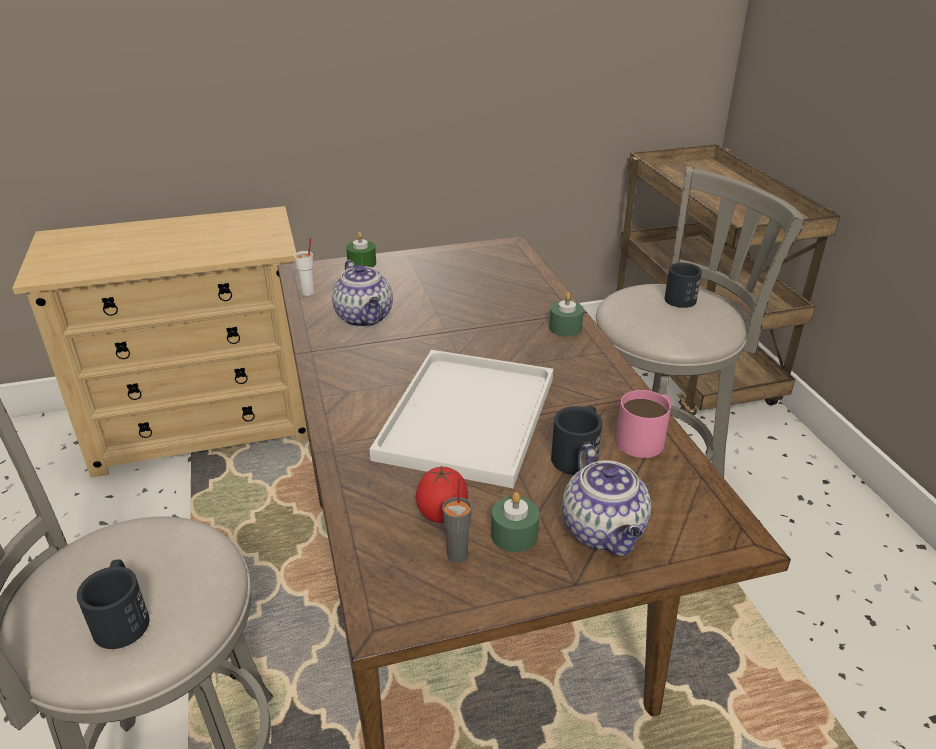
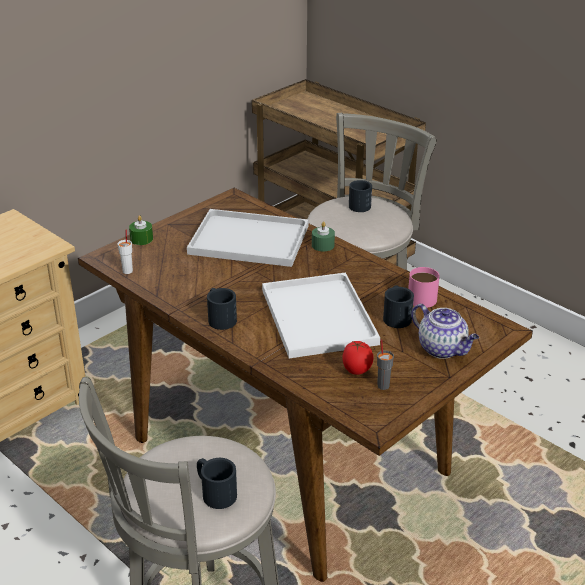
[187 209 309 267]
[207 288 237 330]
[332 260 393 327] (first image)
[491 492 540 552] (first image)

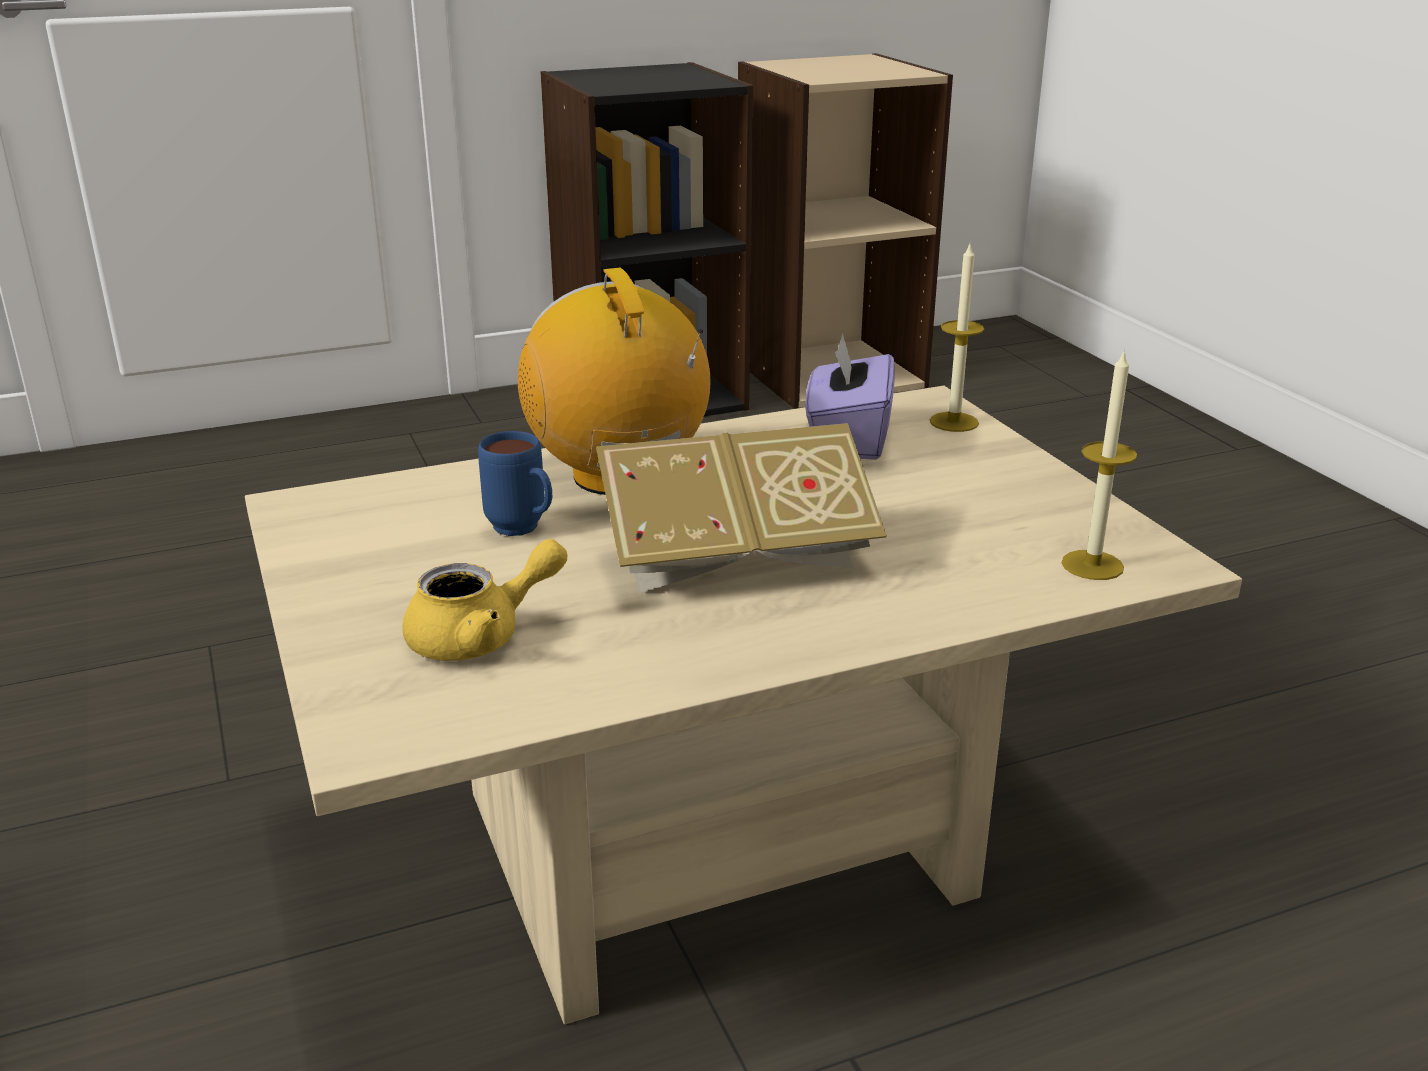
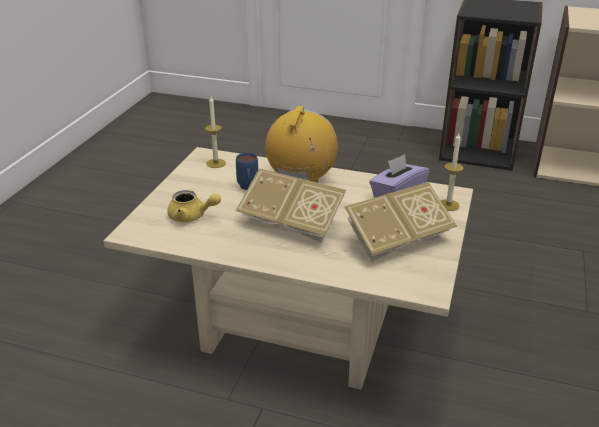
[205 97 226 168]
[345 182 457 262]

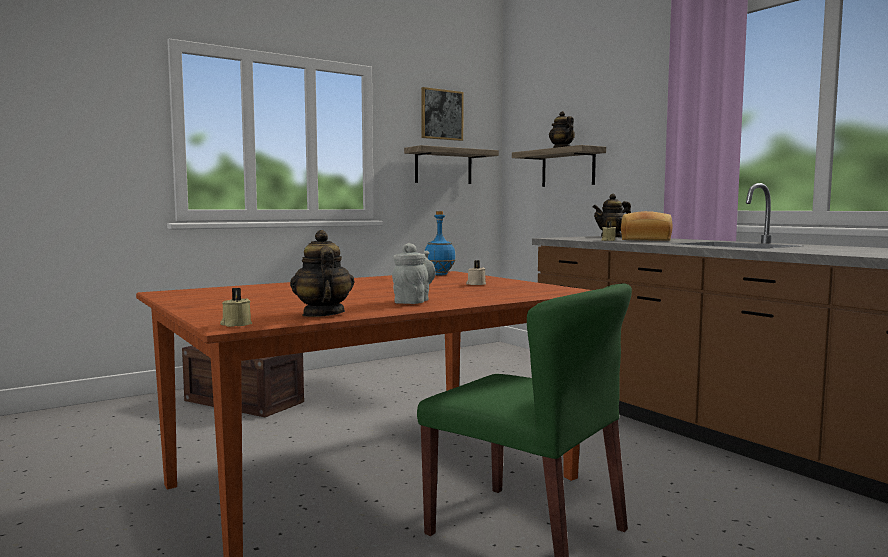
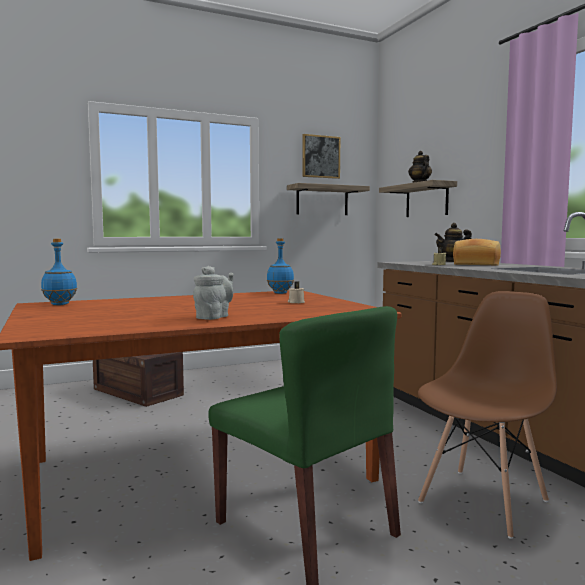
[41 239 77 305]
[418 291 557 539]
[220 288 252 327] (first image)
[290 230 355 317] (first image)

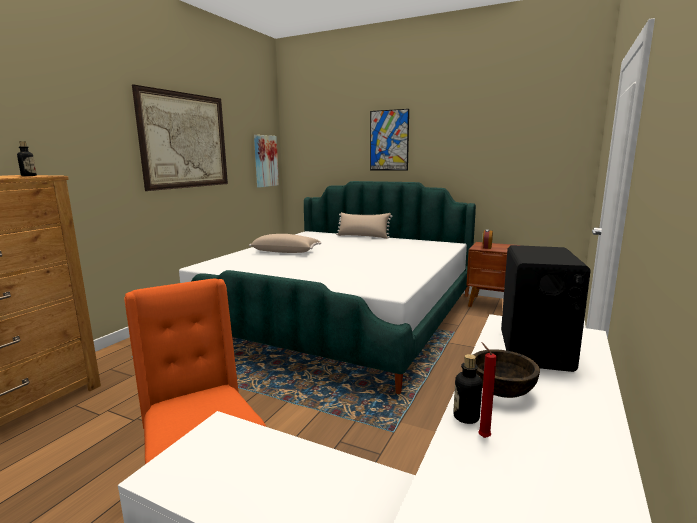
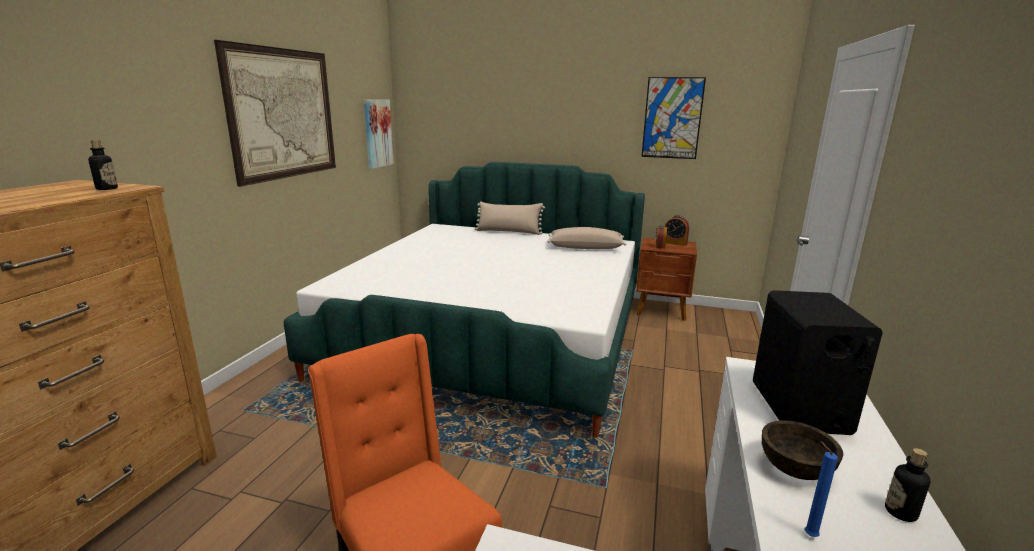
[547 227 626 249]
[641 77 706 159]
[665 215 689 246]
[805 441 838 537]
[885 448 931 522]

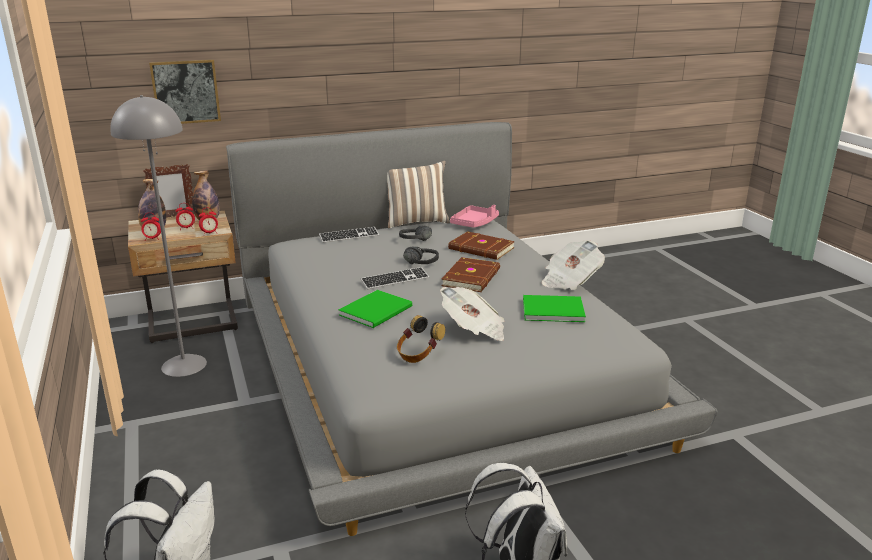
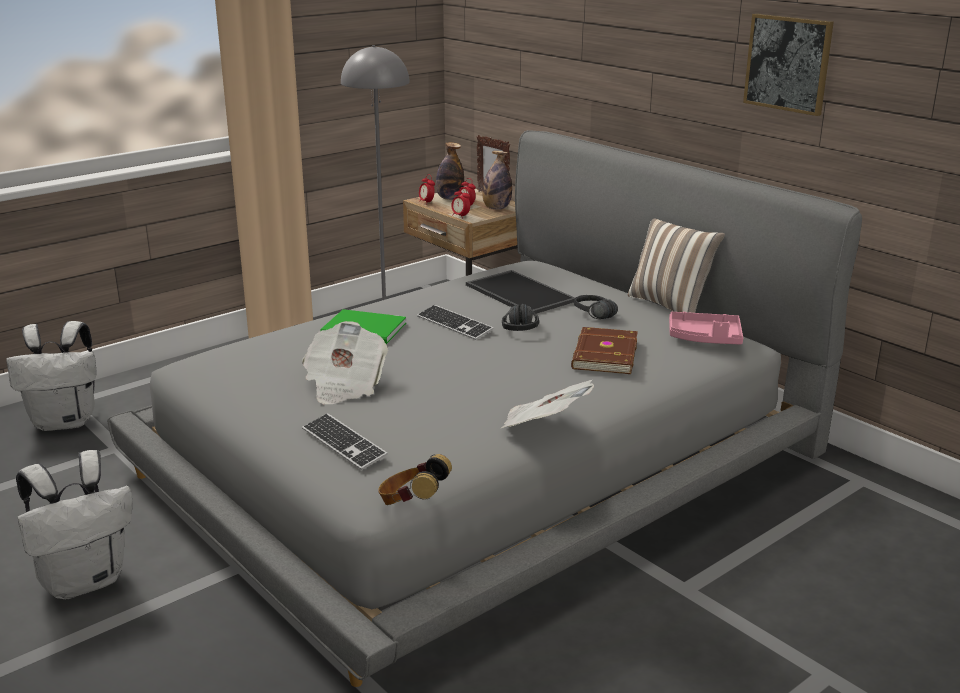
[302 413 388 470]
[378 454 452 505]
[466 270 575 315]
[743 13 834 116]
[442 257 500 292] (first image)
[523 295 586 322] (first image)

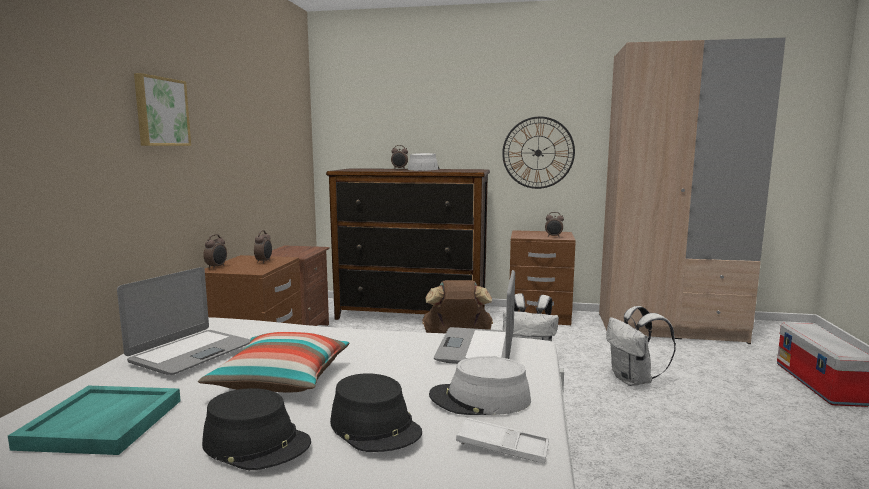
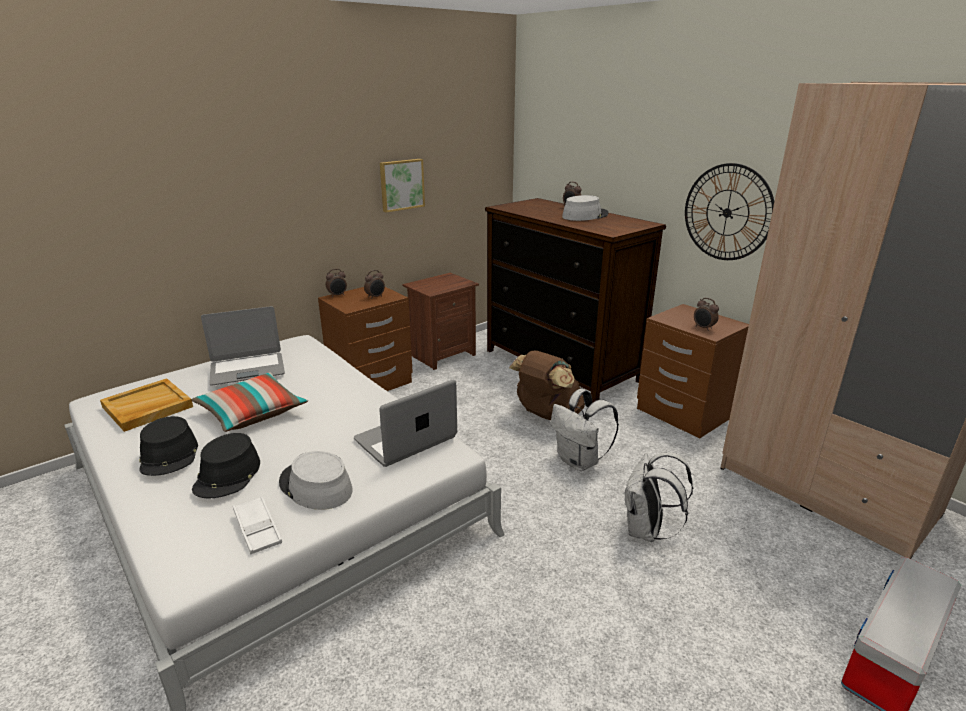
[100 378 193 432]
[380 159 425 212]

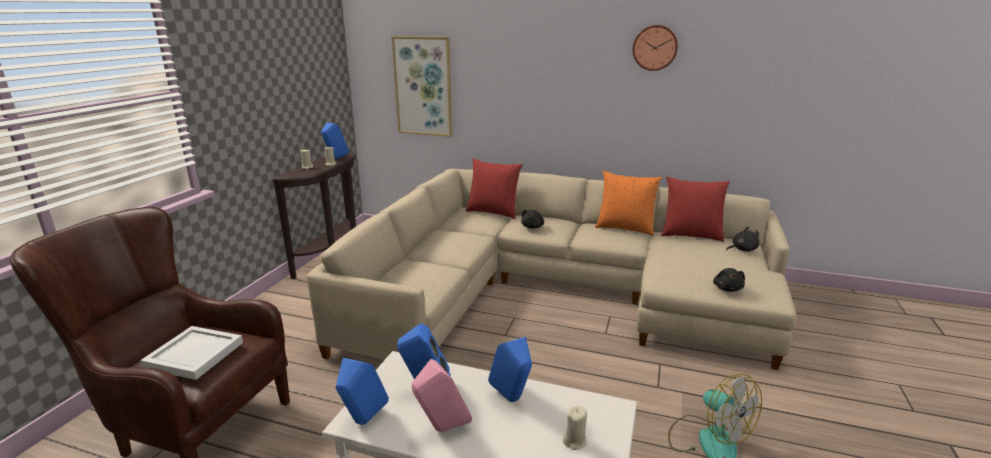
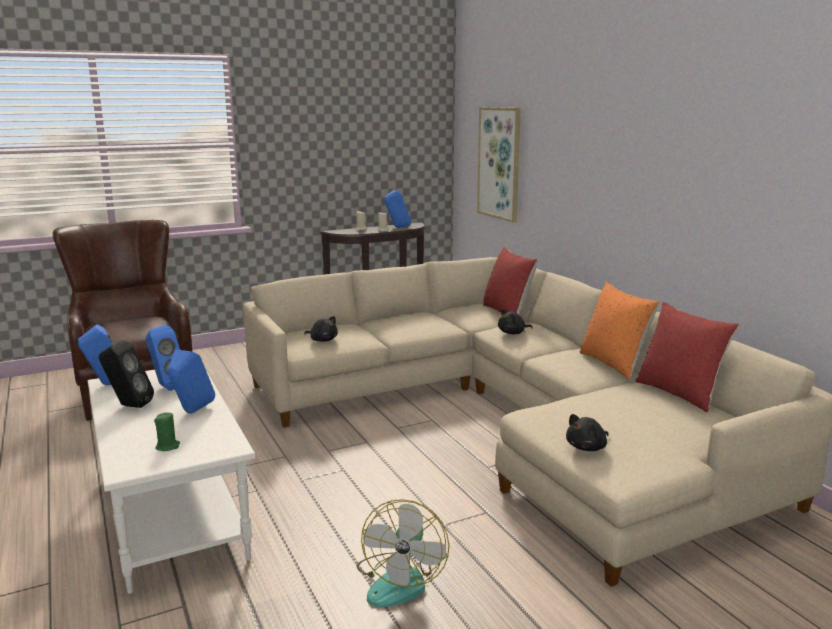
[99 340 154 408]
[154 412 180 451]
[304 316 338 342]
[140 326 243 380] (first image)
[633 25 678 71] (first image)

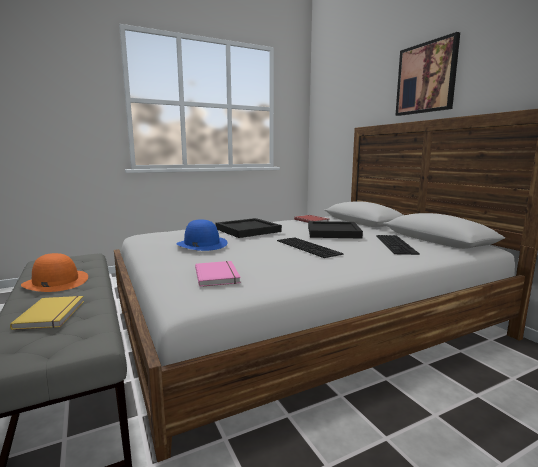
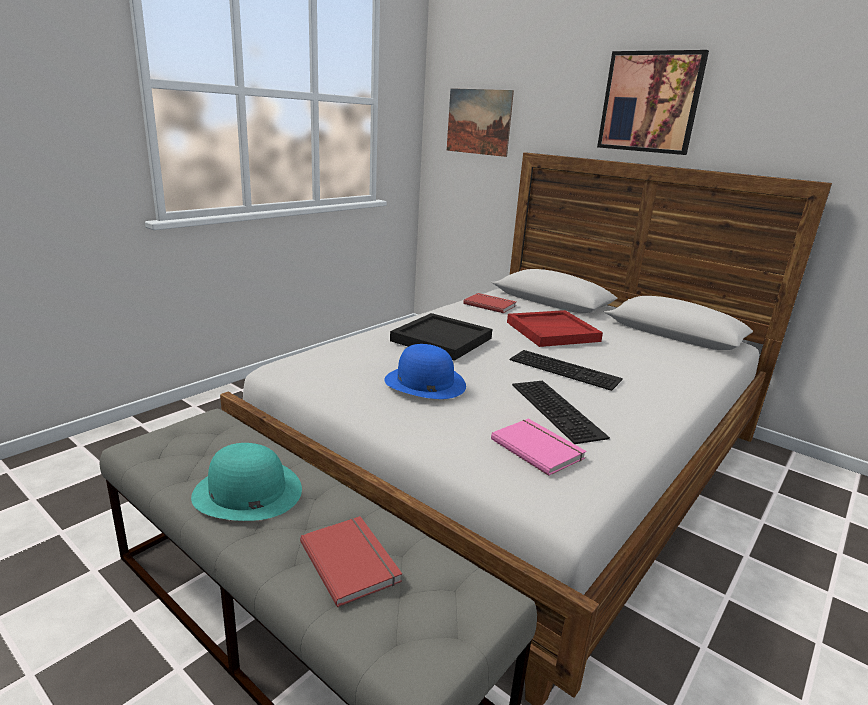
[191 443 302 521]
[300 516 402 608]
[447 88 514 157]
[507 310 603 347]
[512 381 610 444]

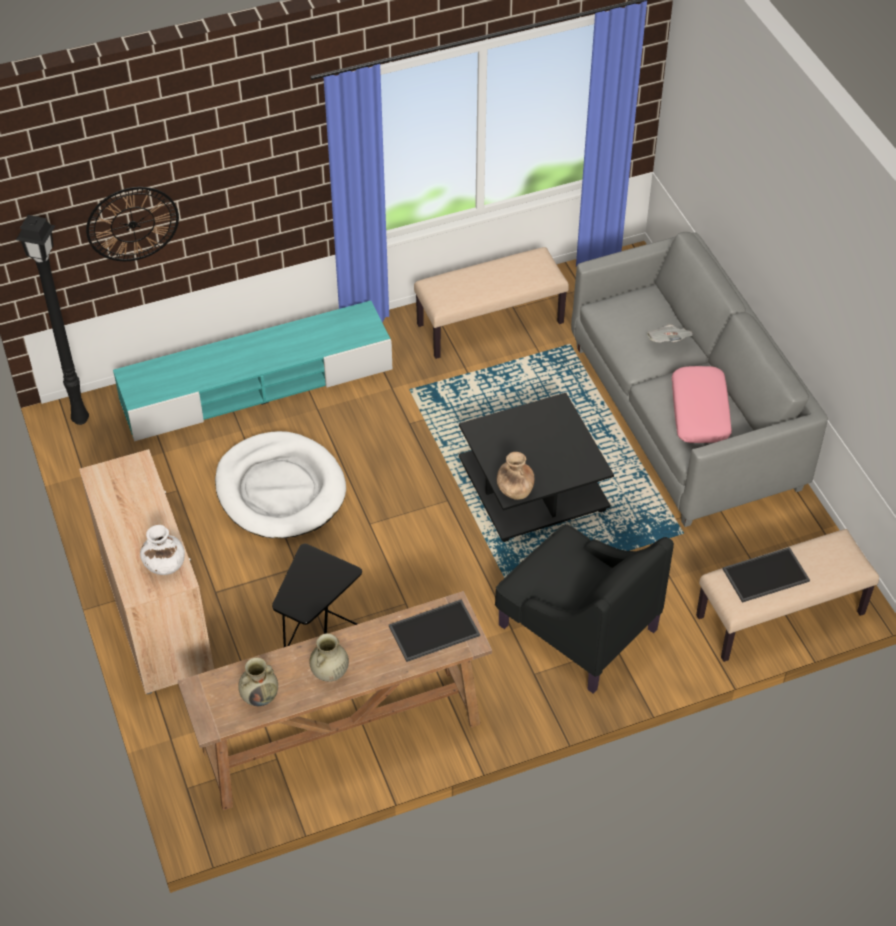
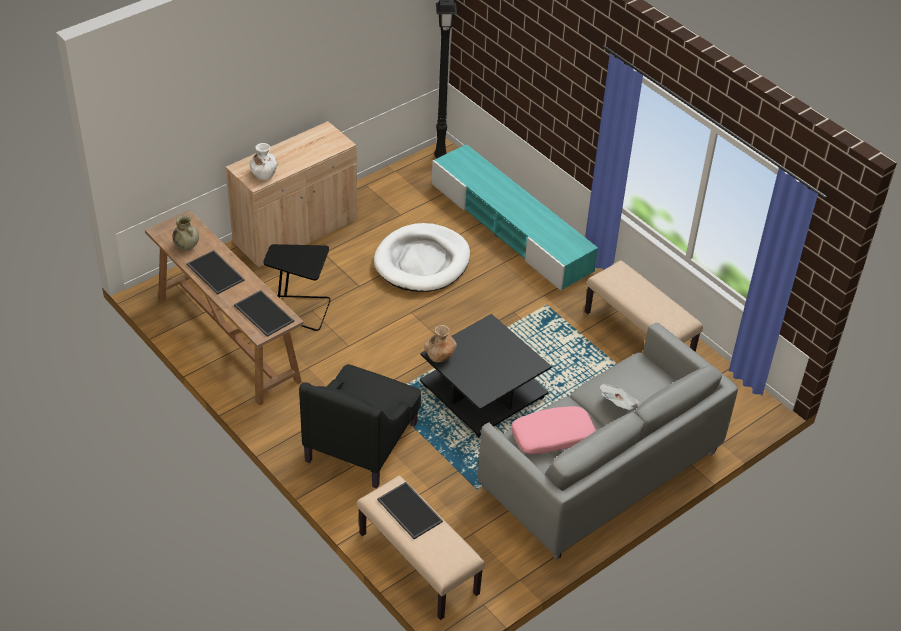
[187 250 245 295]
[86 187 179 261] (first image)

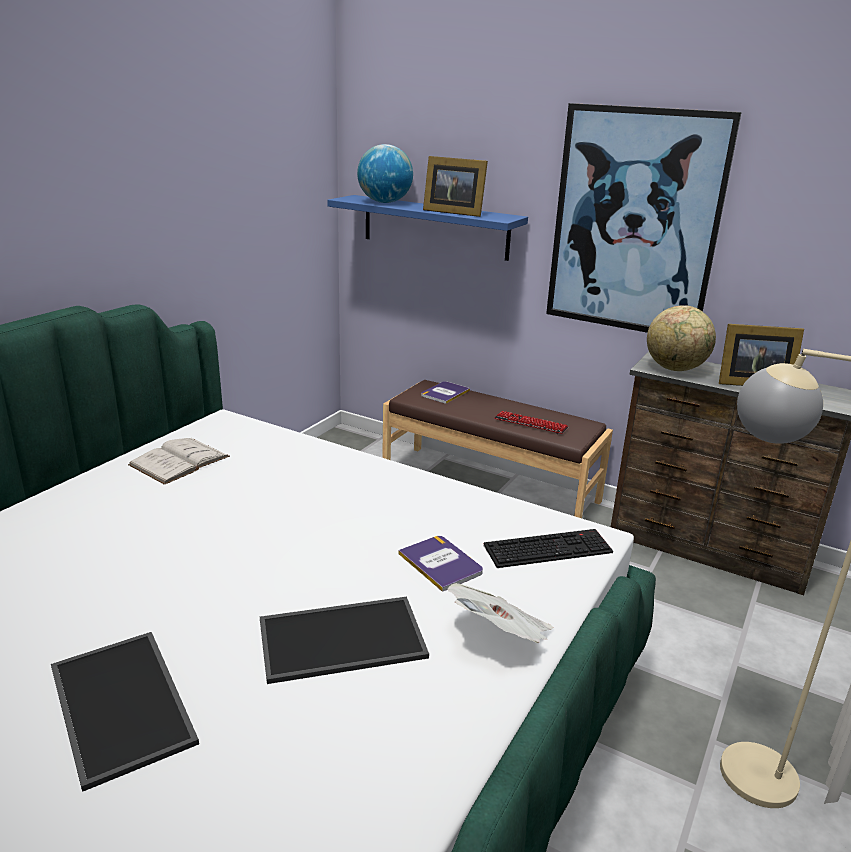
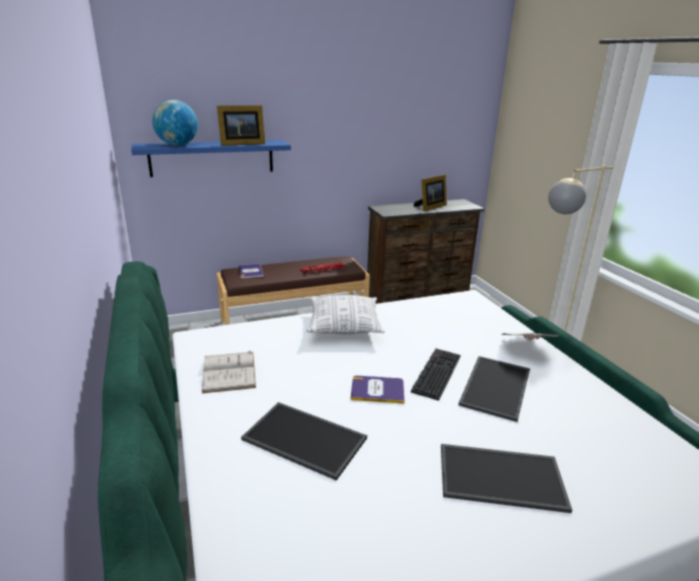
[241 402 367 481]
[307 295 385 334]
[351 376 405 404]
[411 349 461 401]
[546 103 742 333] (first image)
[647 305 716 371] (first image)

